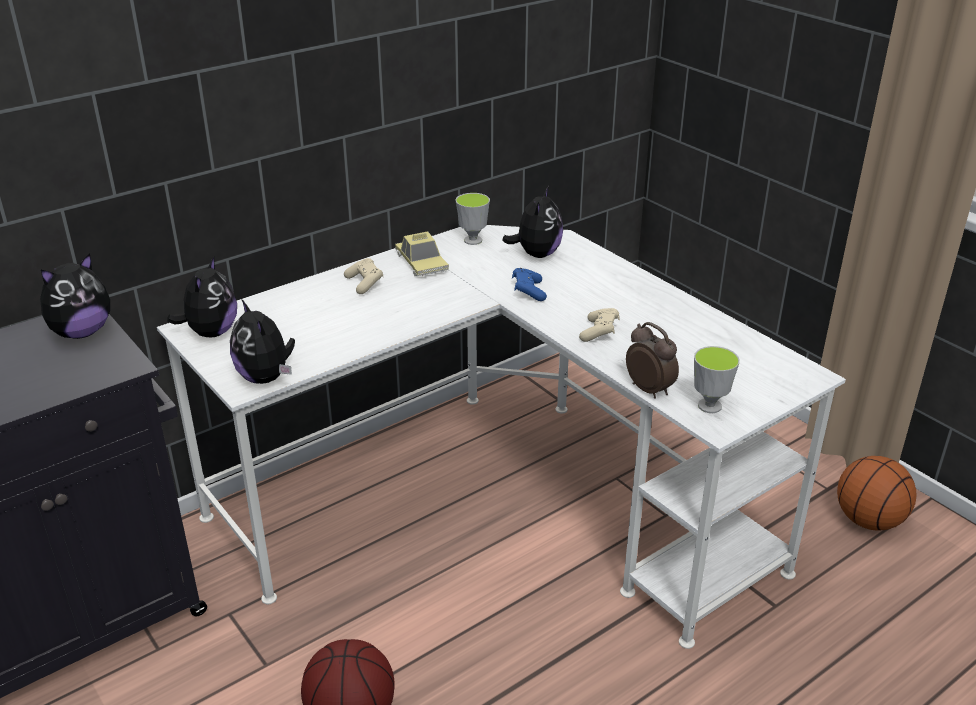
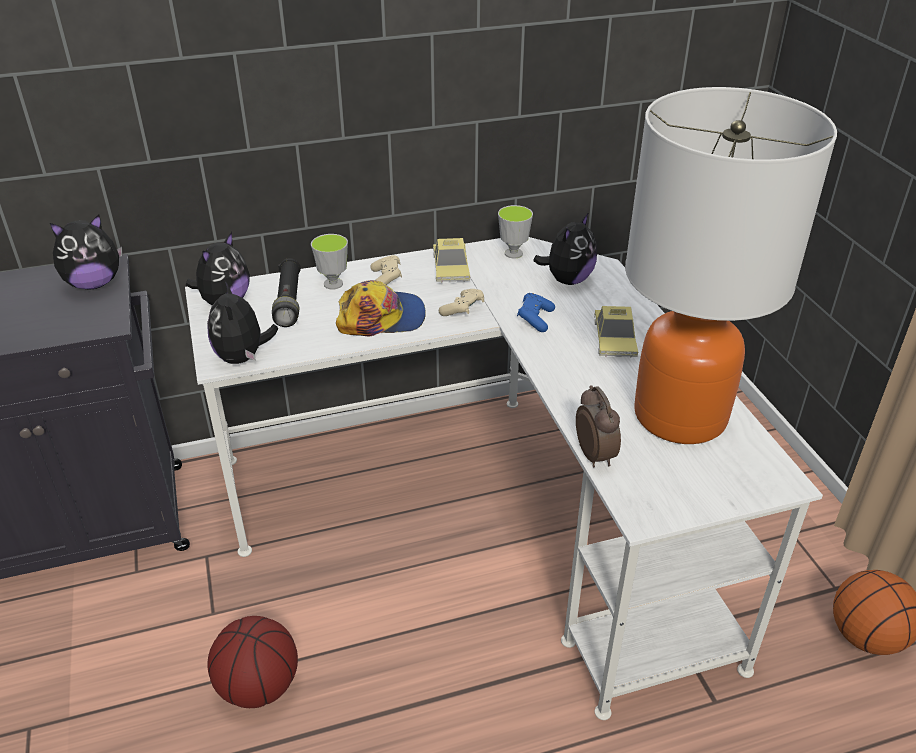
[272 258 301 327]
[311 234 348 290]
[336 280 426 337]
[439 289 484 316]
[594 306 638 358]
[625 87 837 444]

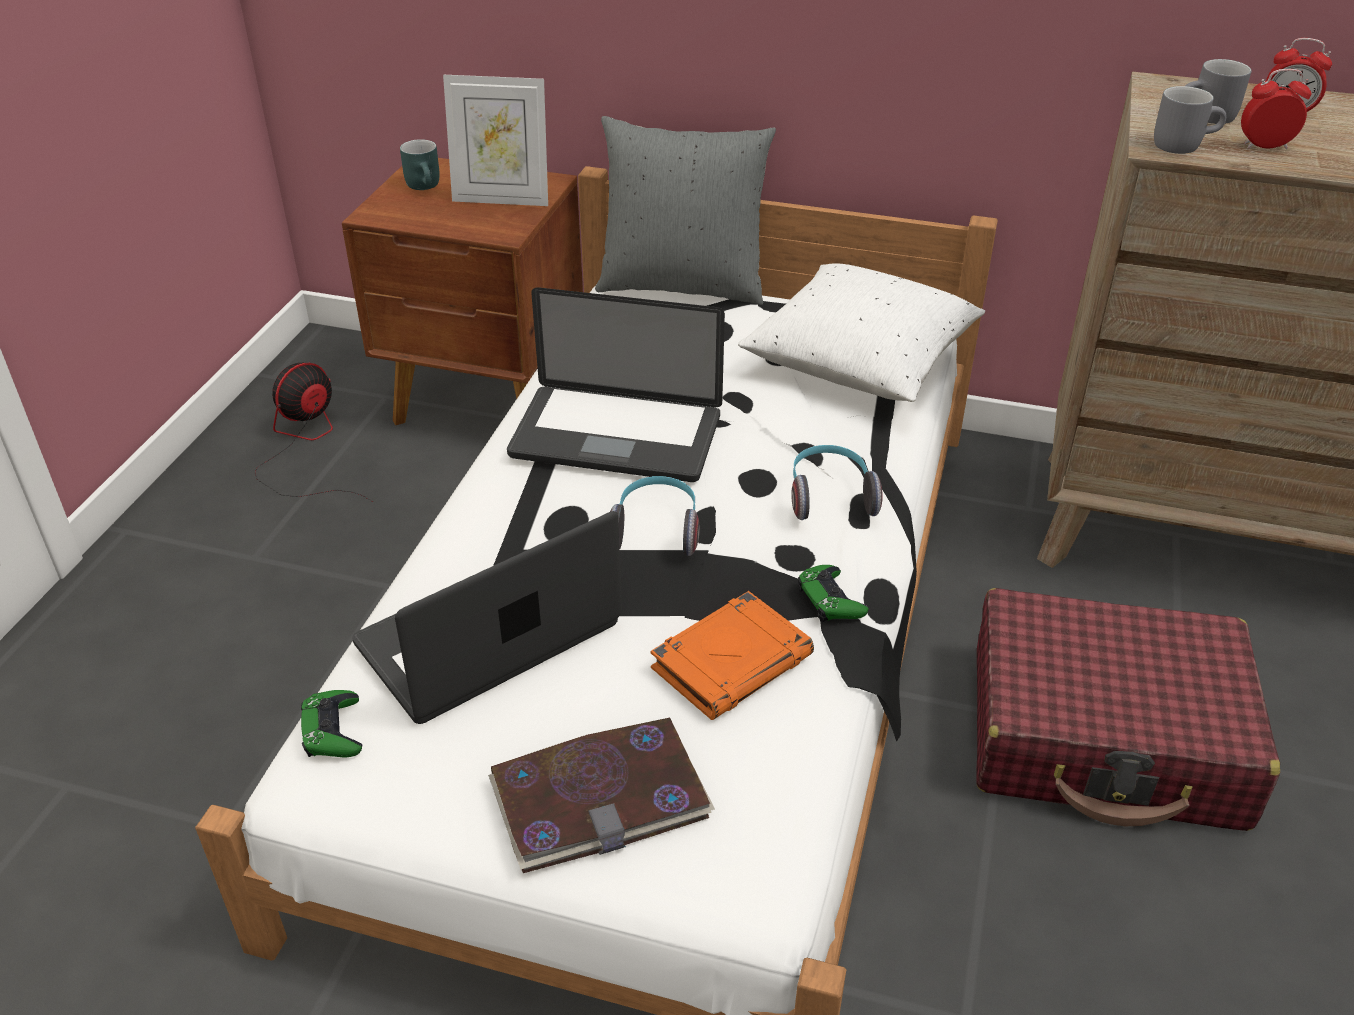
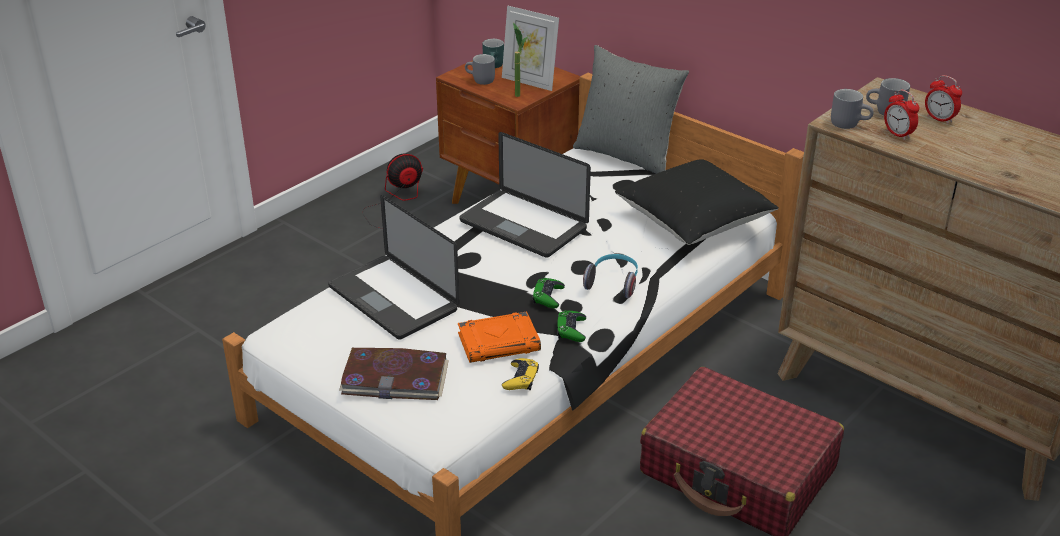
[328 195 460 340]
[465 54 495 85]
[502 358 539 390]
[513 23 528 97]
[532 278 565 309]
[615 159 779 245]
[884 90 919 140]
[610 476 700 556] (first image)

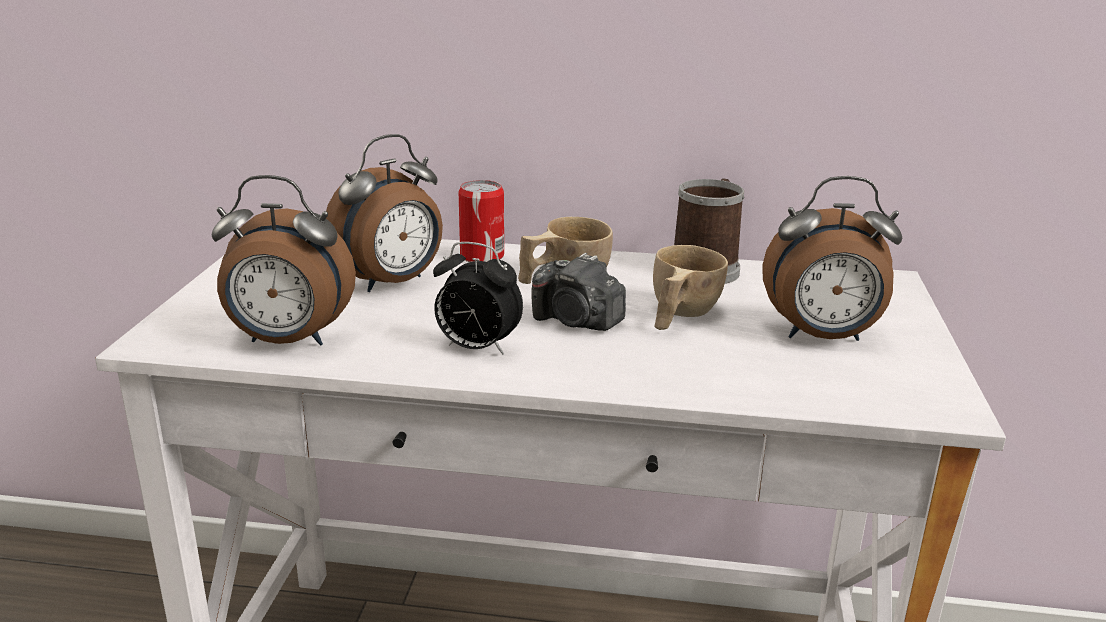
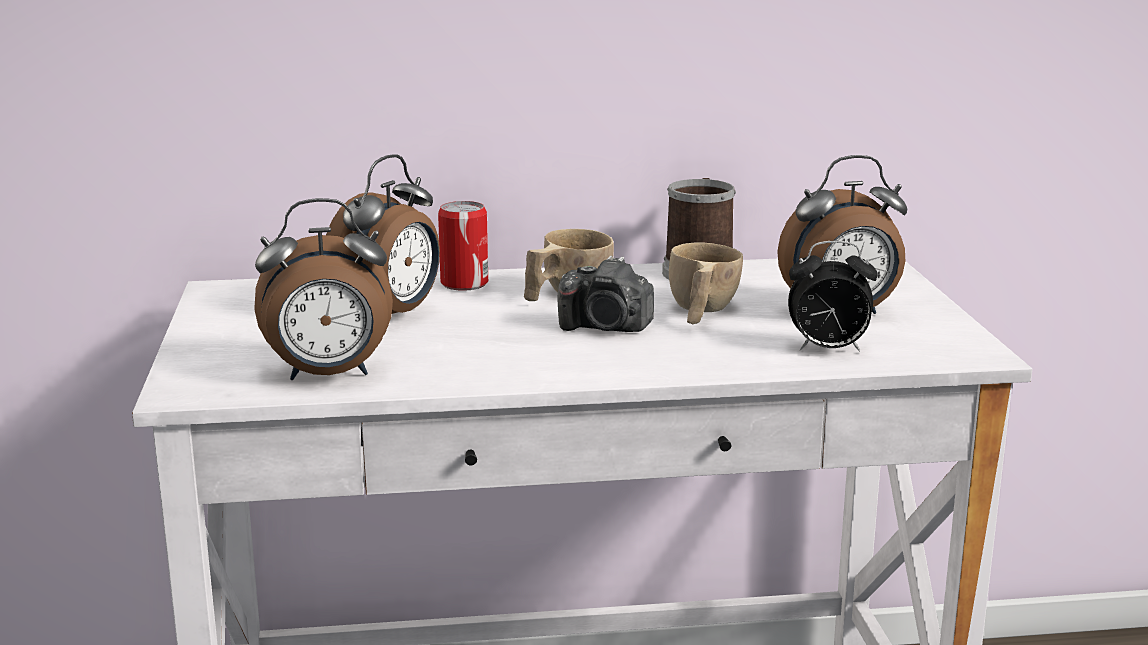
[788 241 878 352]

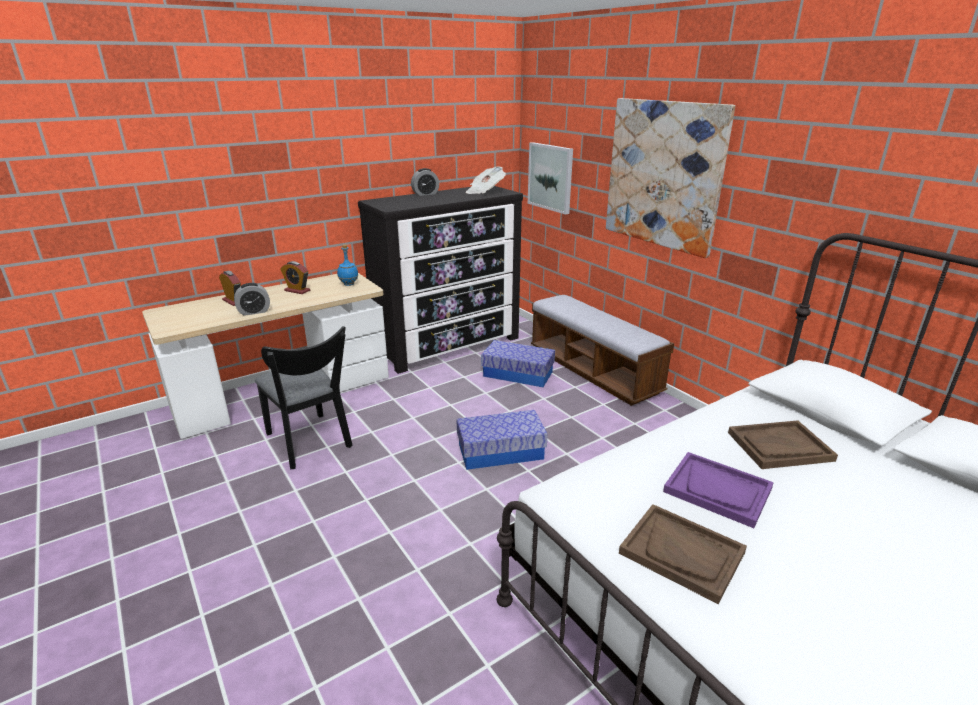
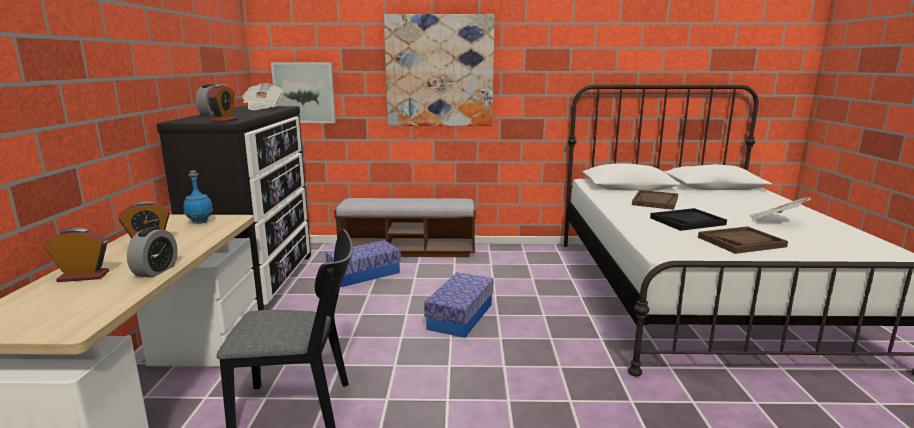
[208 85 238 123]
[650 208 727 231]
[750 197 811 220]

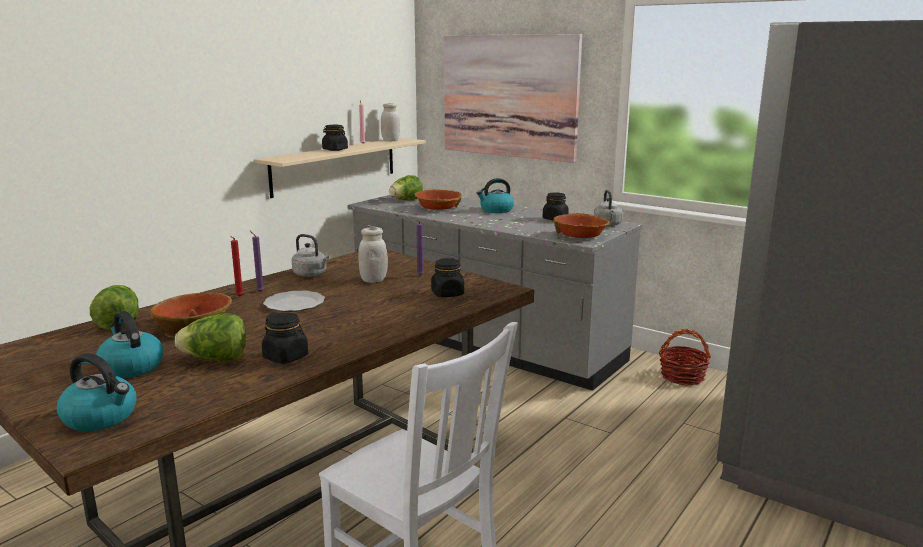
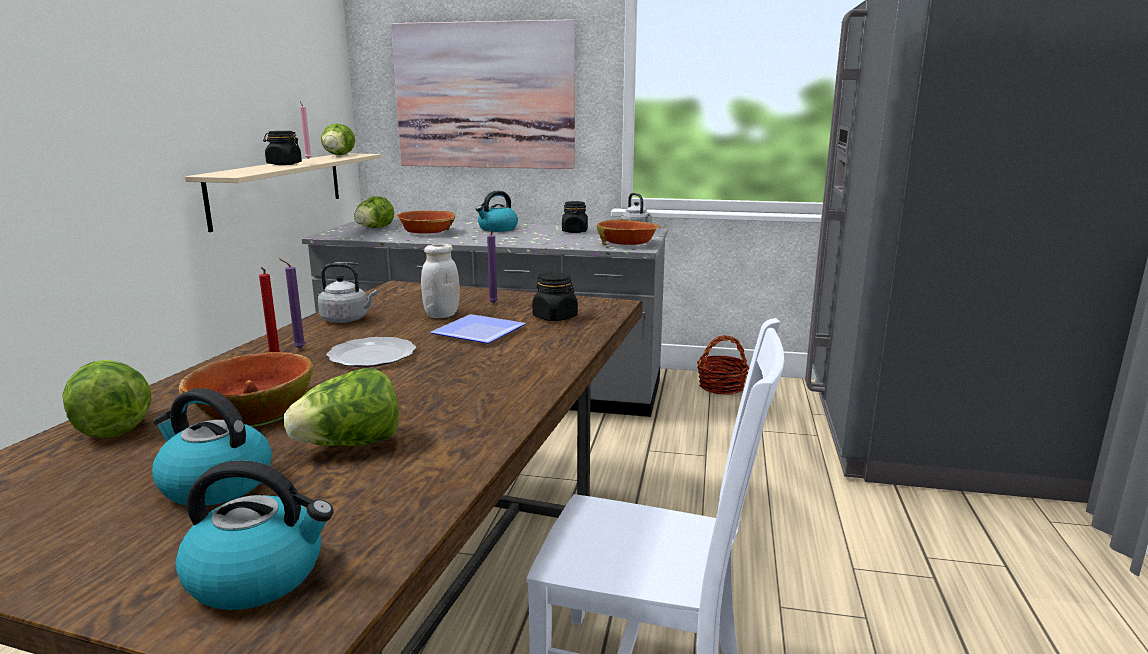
[321 124 355 155]
[430 314 526 344]
[262 312 308 364] (first image)

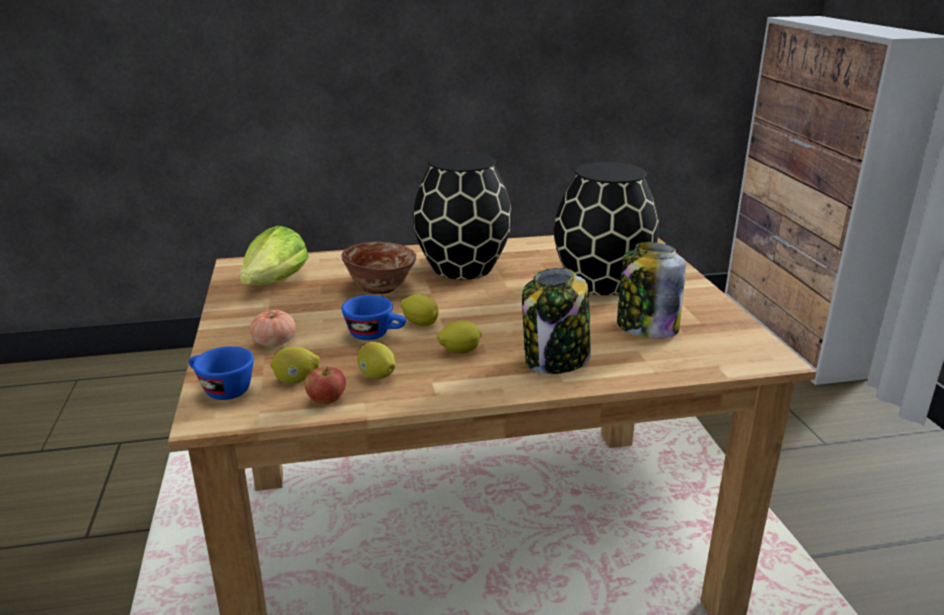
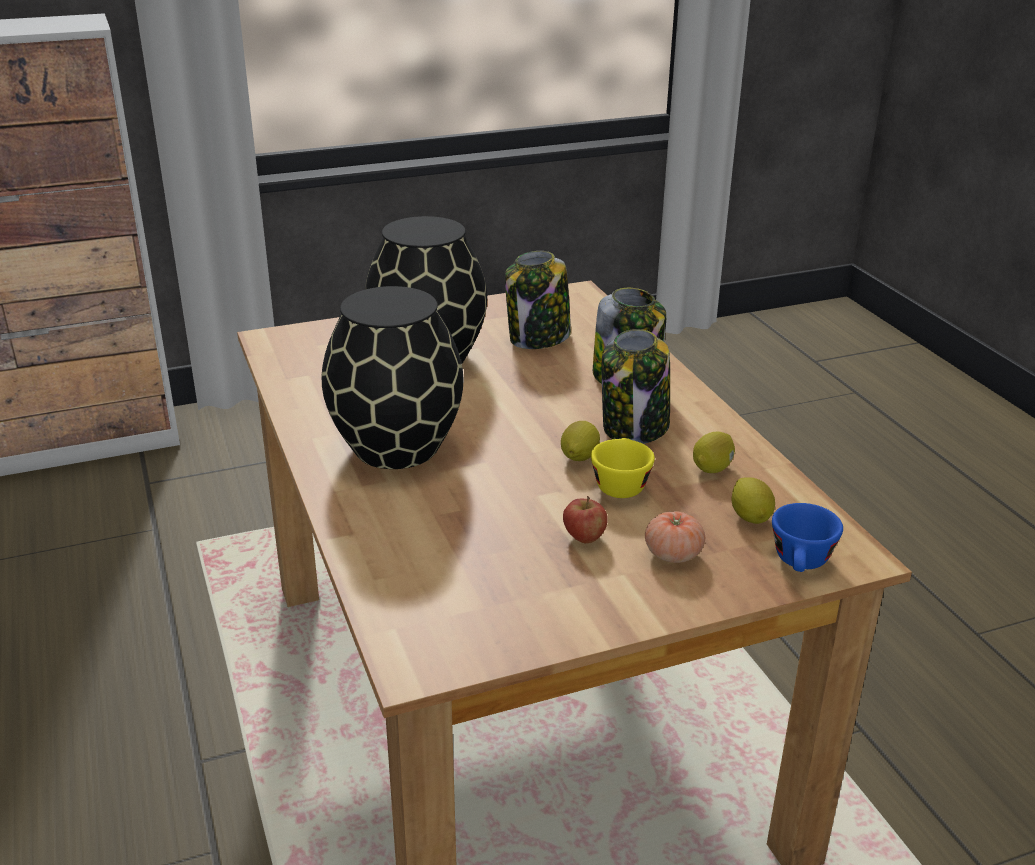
[563 496 608 543]
[591 438 655 498]
[602 329 670 444]
[239 226 309 285] (first image)
[341 242 416 294] (first image)

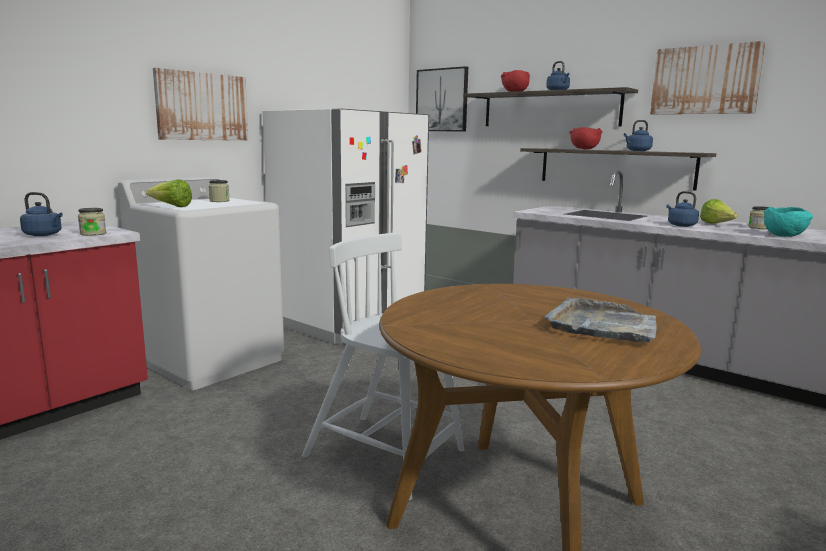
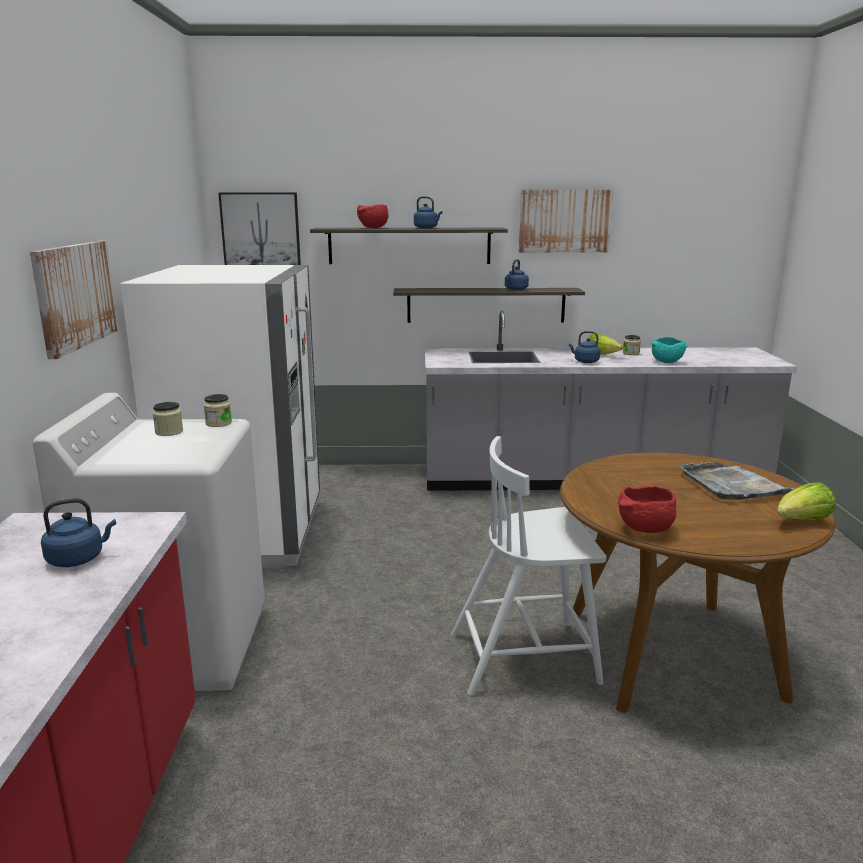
[204 394 232 427]
[618 485 676 533]
[777 483 836 521]

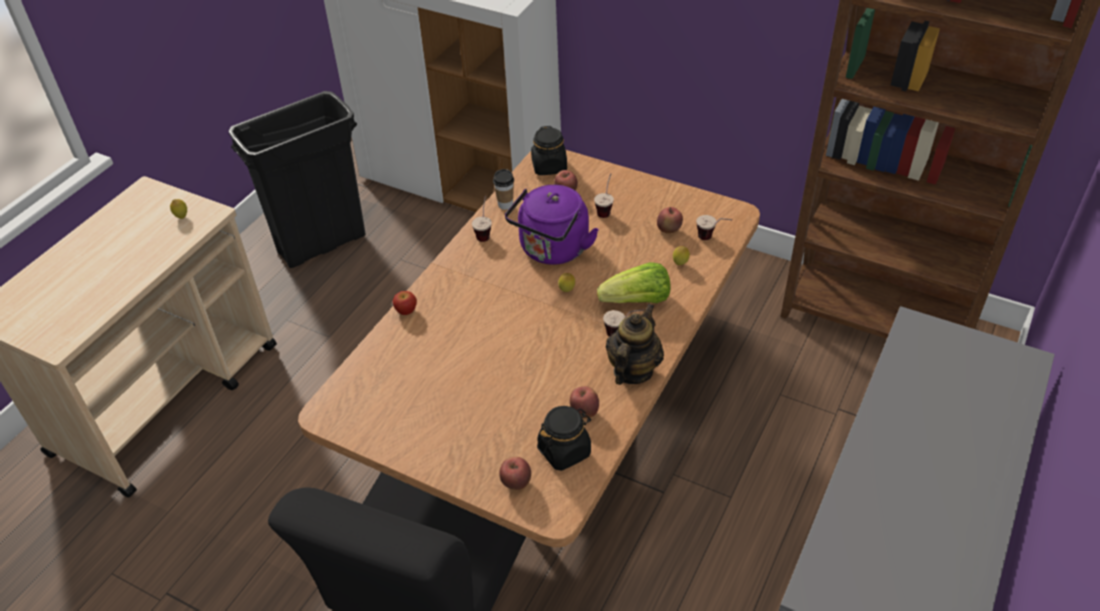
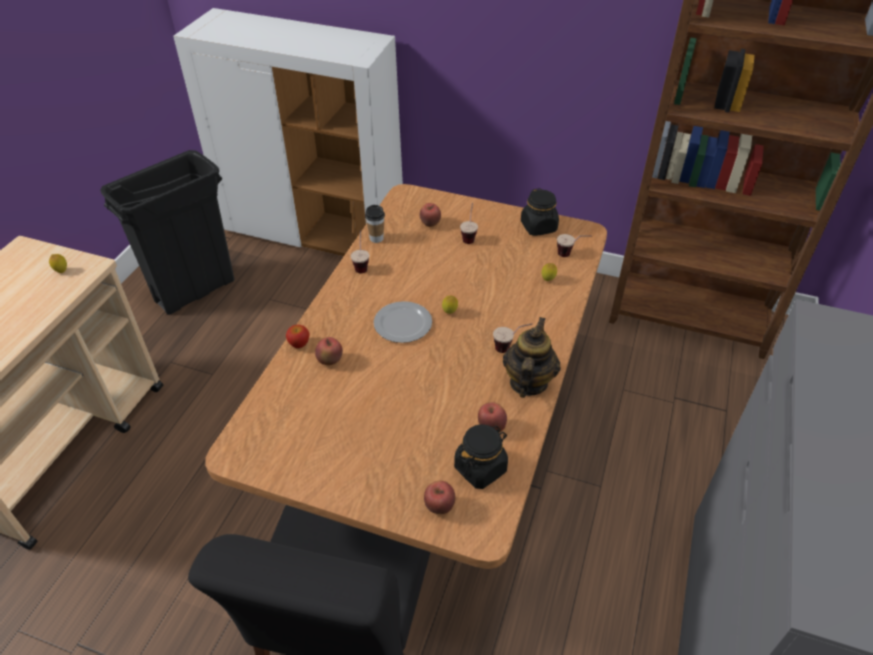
[315 337 343 365]
[374 301 432 343]
[521 188 559 236]
[505 185 599 265] (first image)
[597 262 670 303] (first image)

